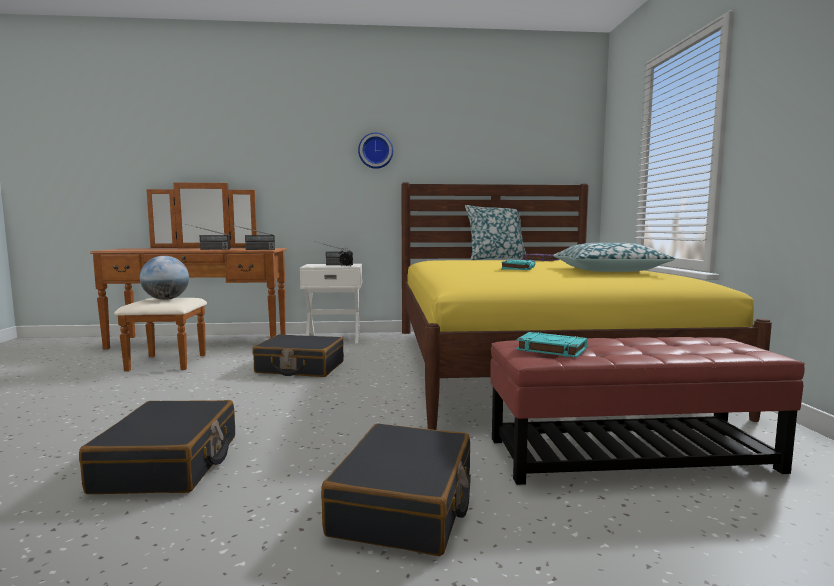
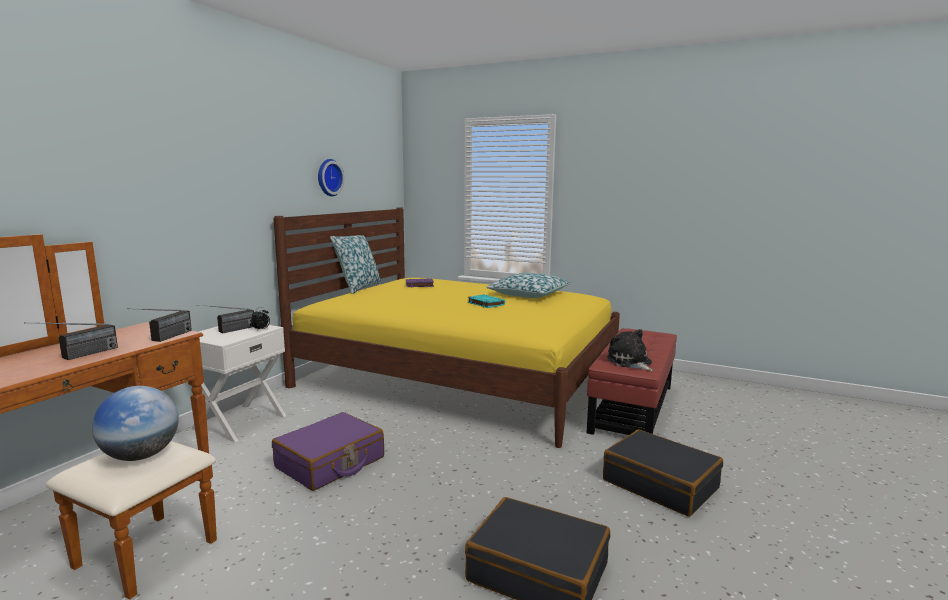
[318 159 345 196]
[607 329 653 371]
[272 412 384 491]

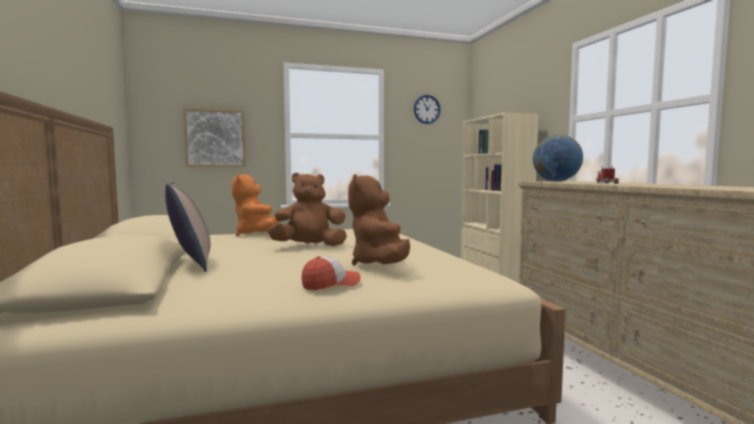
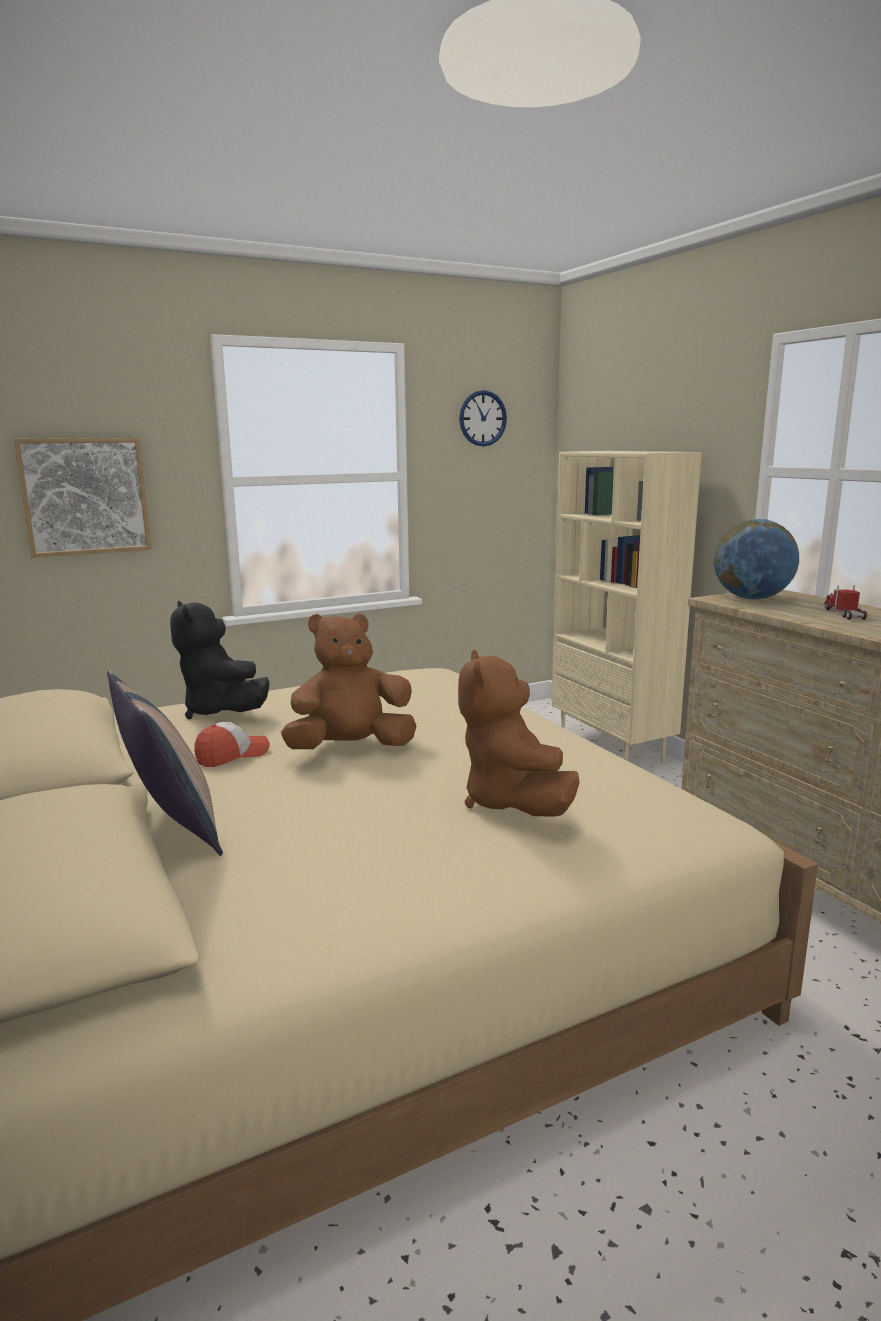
[194 722 270 767]
[170 601 269 719]

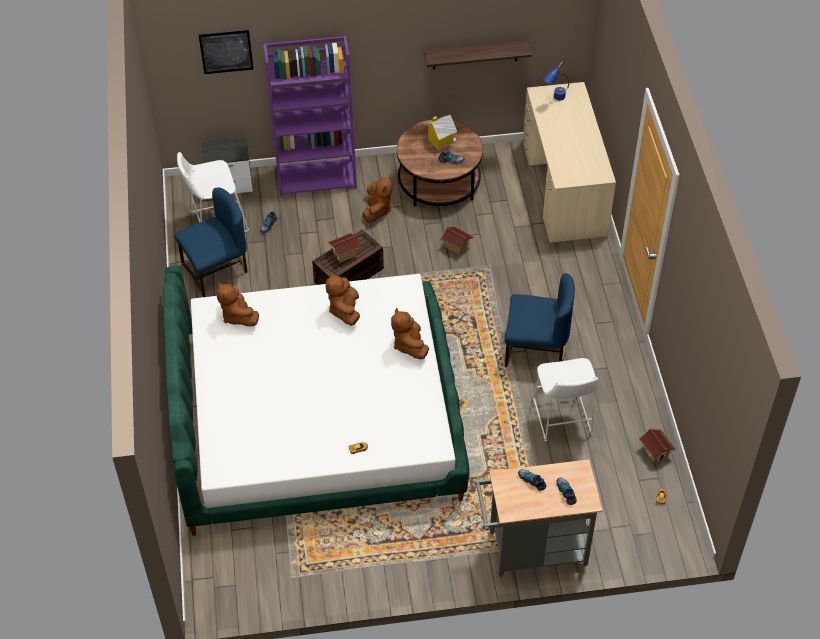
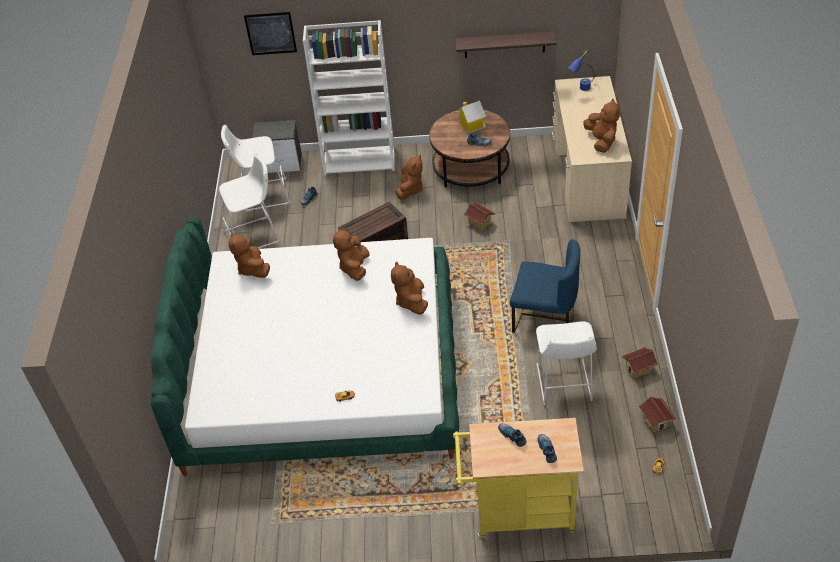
[584 98 620 153]
[622 347 658 379]
[219 154 280 249]
[303 20 395 175]
[453 418 584 538]

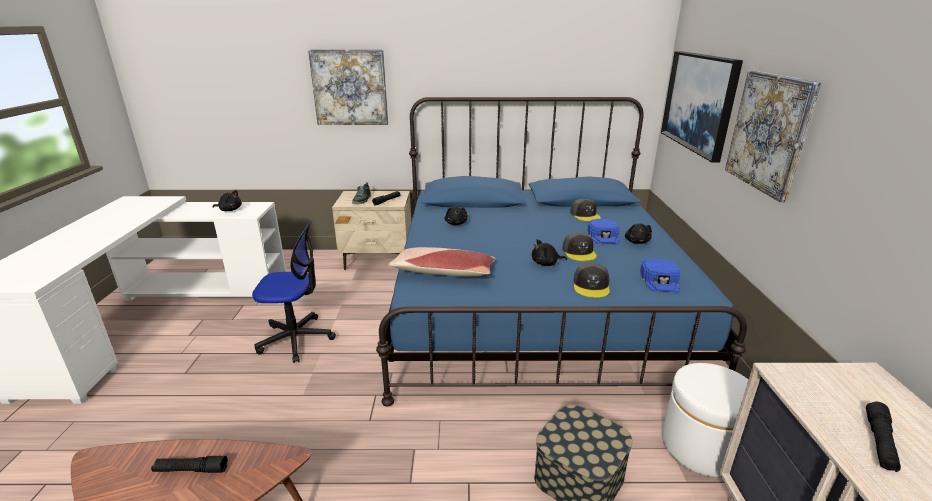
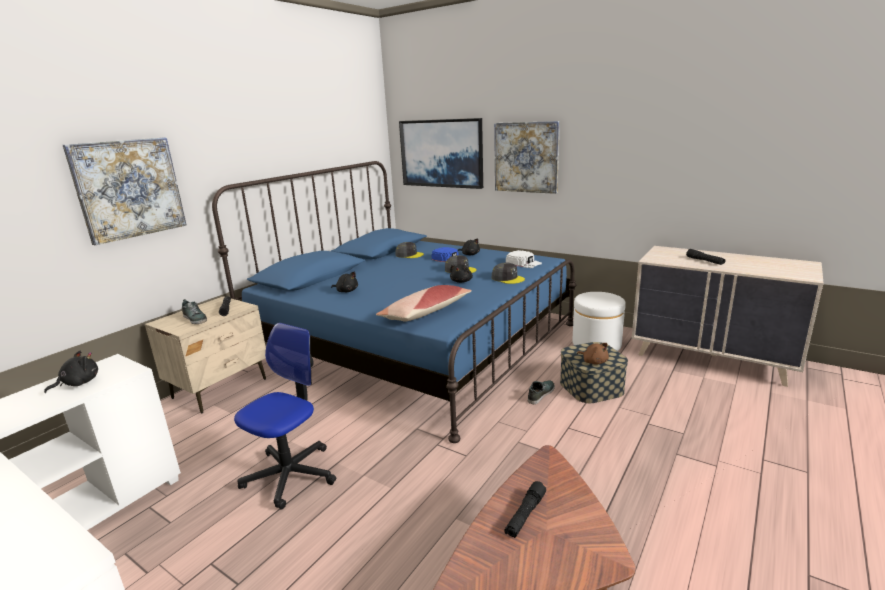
[528 380 555 404]
[577 343 609 365]
[506 250 542 268]

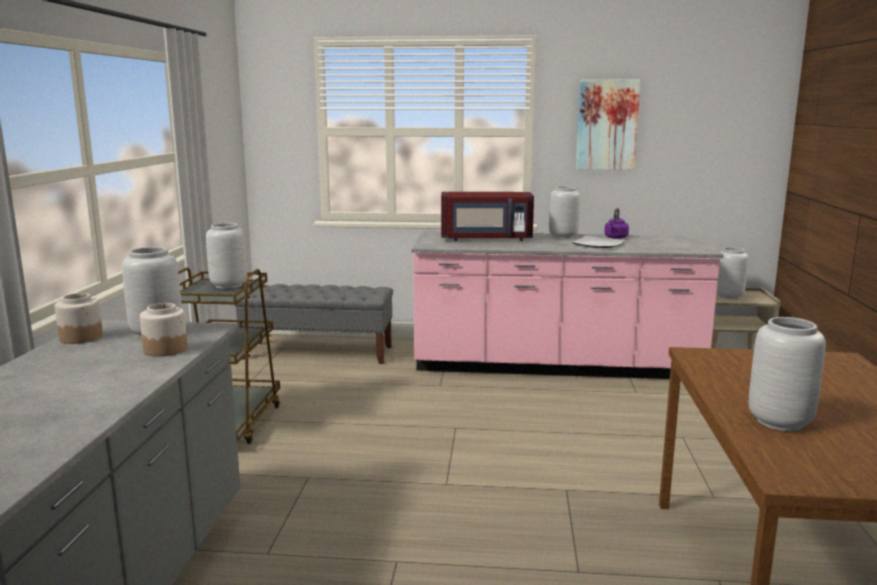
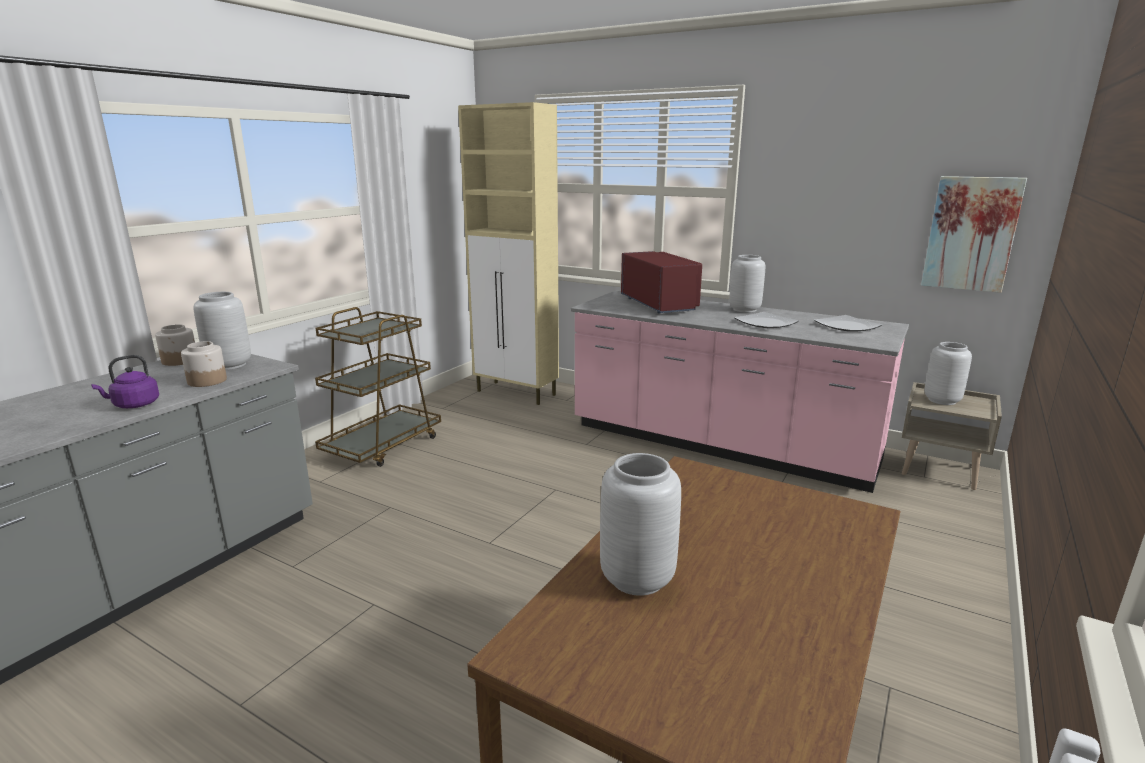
[206 223 247 289] (first image)
[814 315 882 332]
[921 176 1027 293]
[91 355 159 408]
[458 102 559 405]
[621 251 702 313]

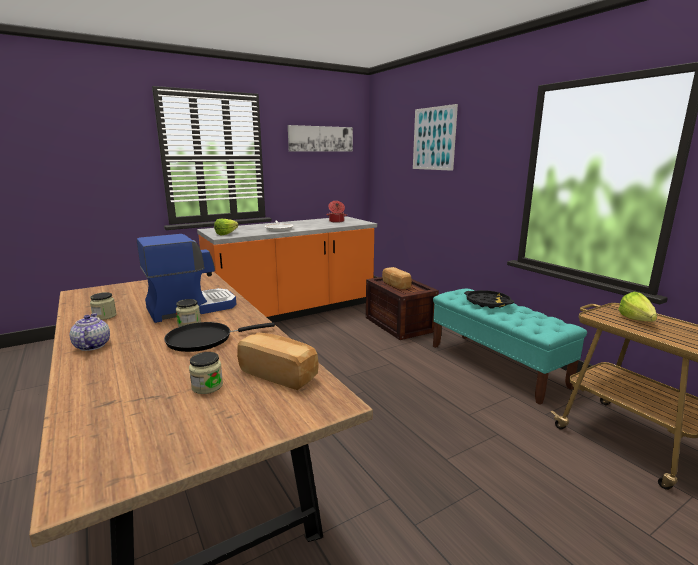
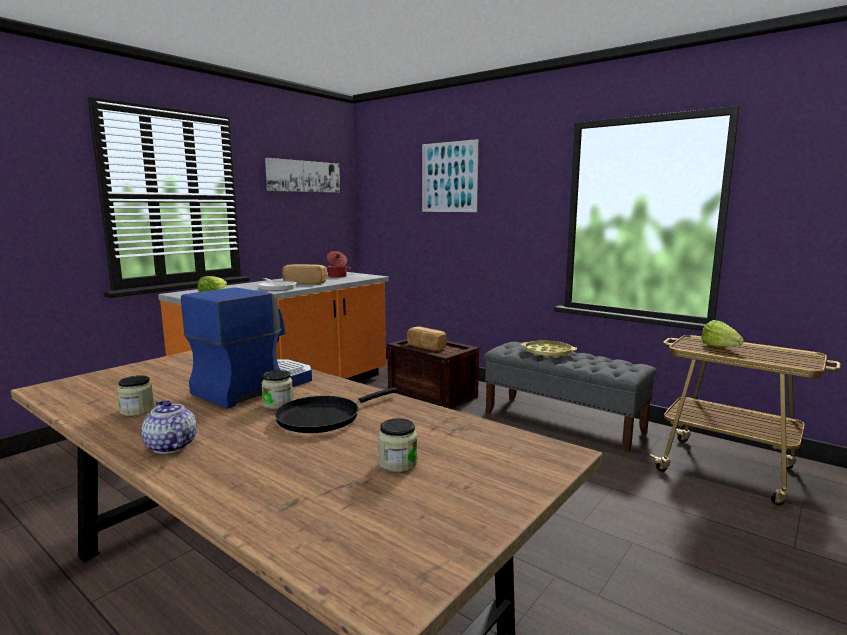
[282 264 328 284]
[484 342 657 453]
[521 340 577 358]

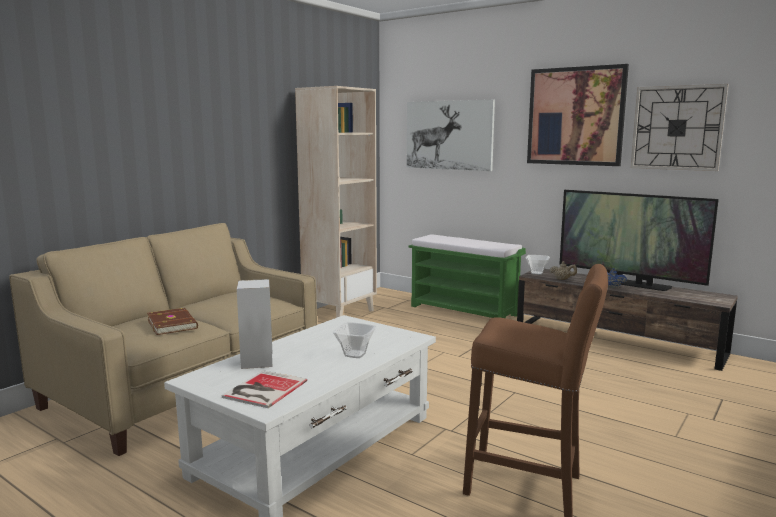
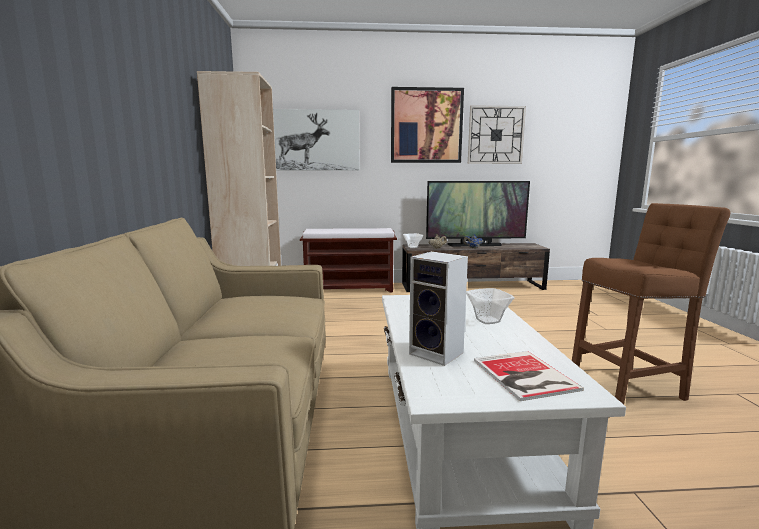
[147 308 198 335] (first image)
[300 228 397 292]

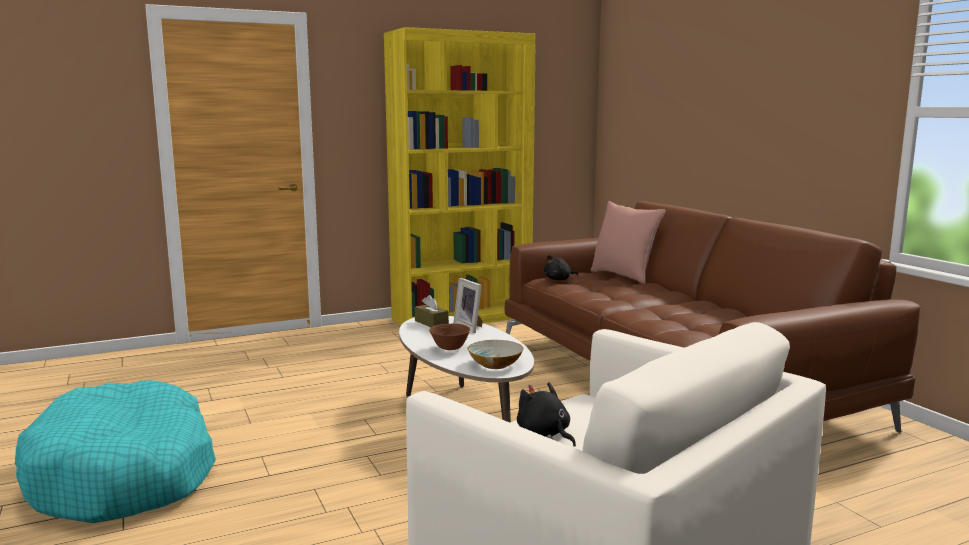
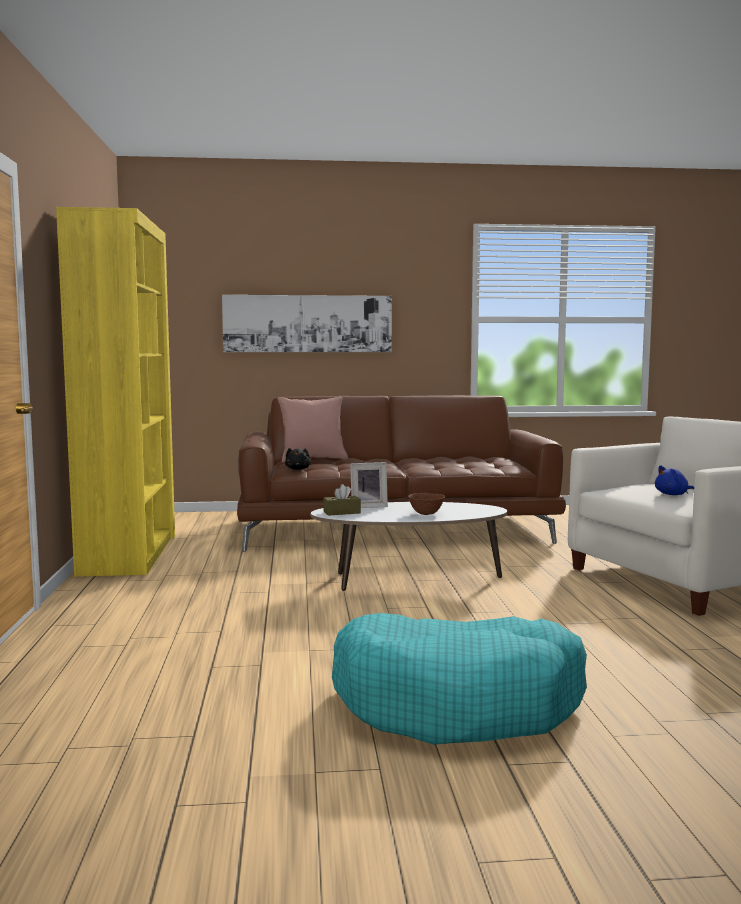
[468 340 524 369] (first image)
[222 295 392 352]
[655 466 694 495]

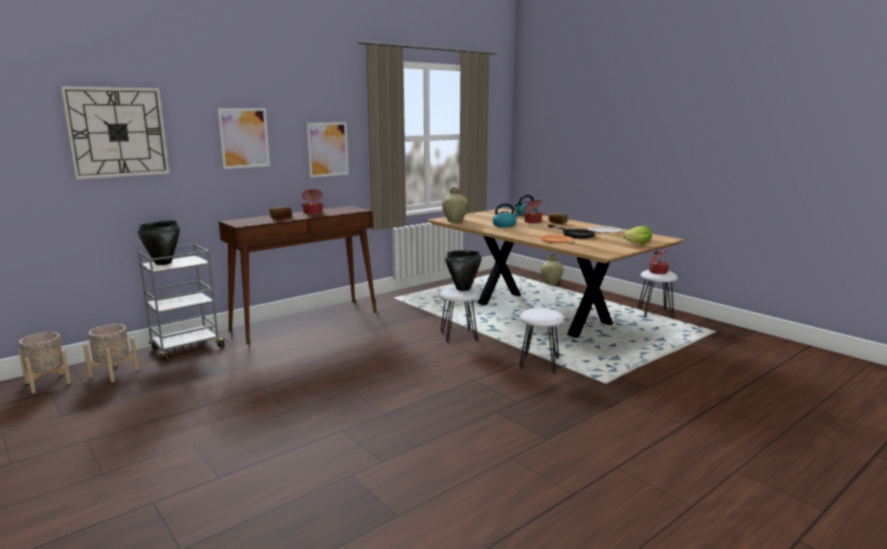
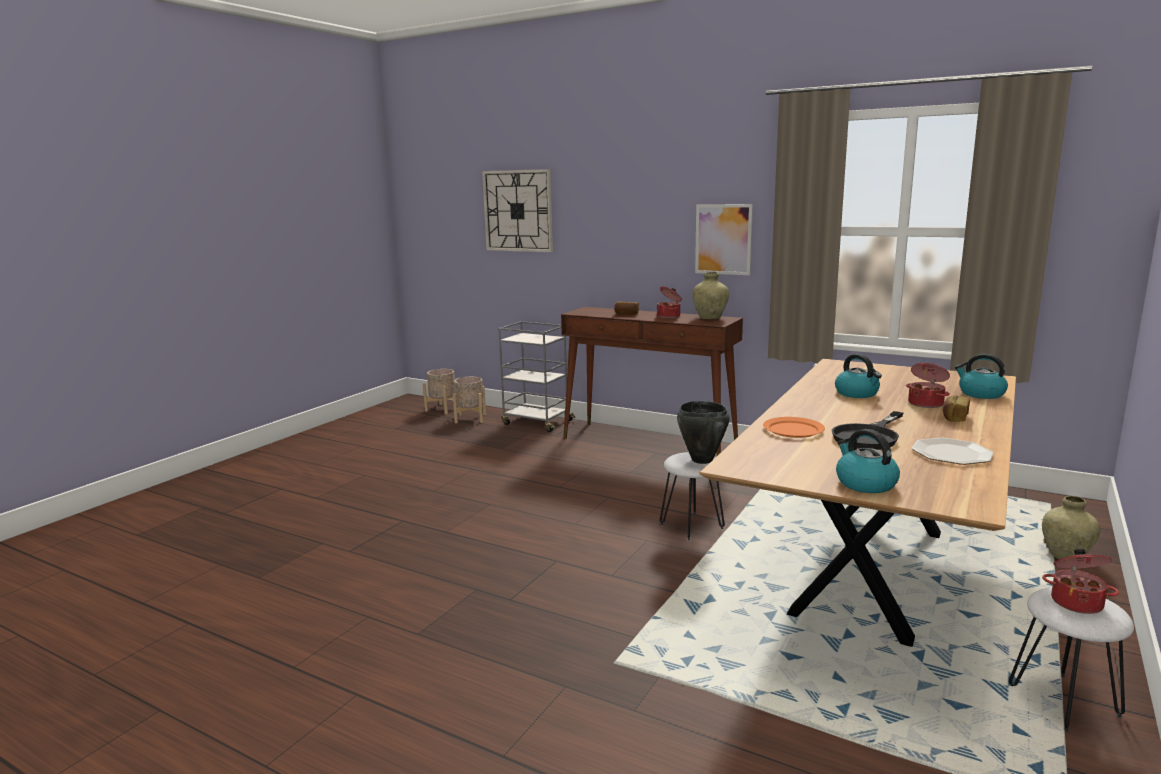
[138 220 180 265] (first image)
[217 108 270 169] (first image)
[519 308 564 373] (first image)
[692 272 729 319]
[836 429 900 493]

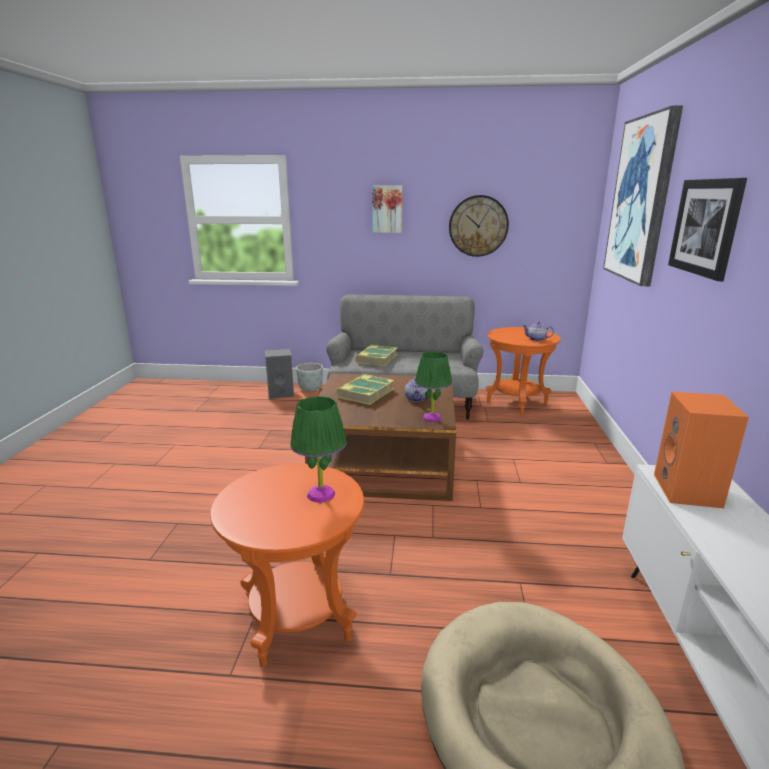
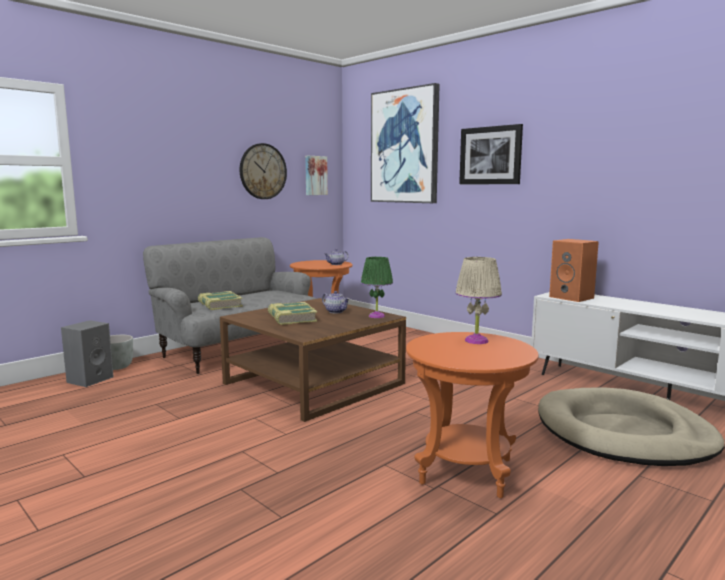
[305 156 328 195]
[455 257 502 344]

